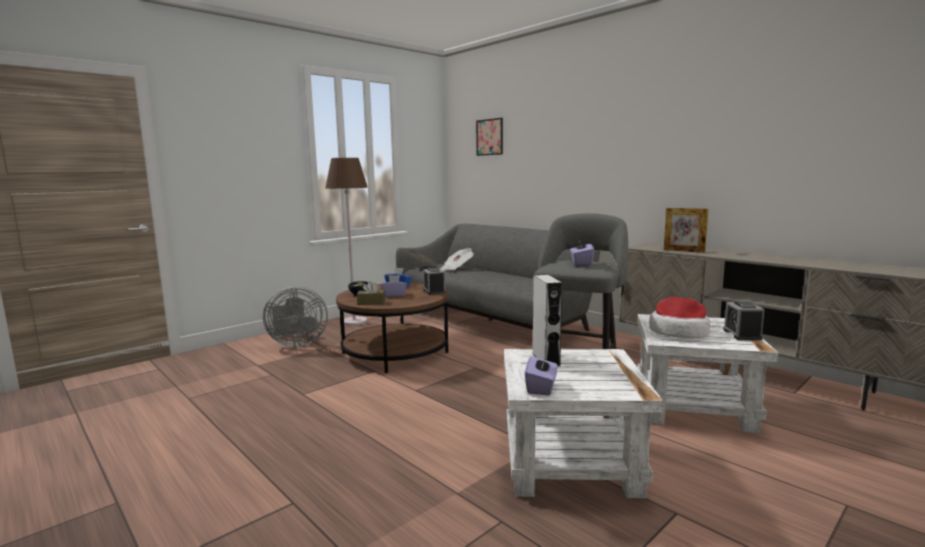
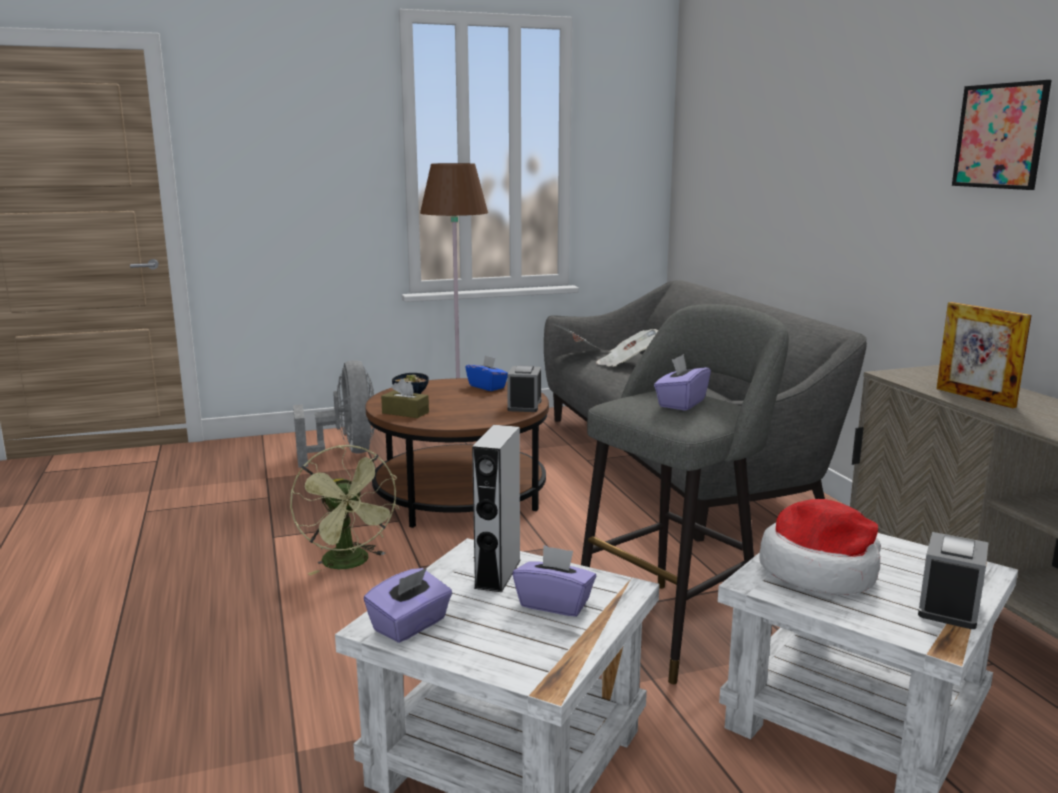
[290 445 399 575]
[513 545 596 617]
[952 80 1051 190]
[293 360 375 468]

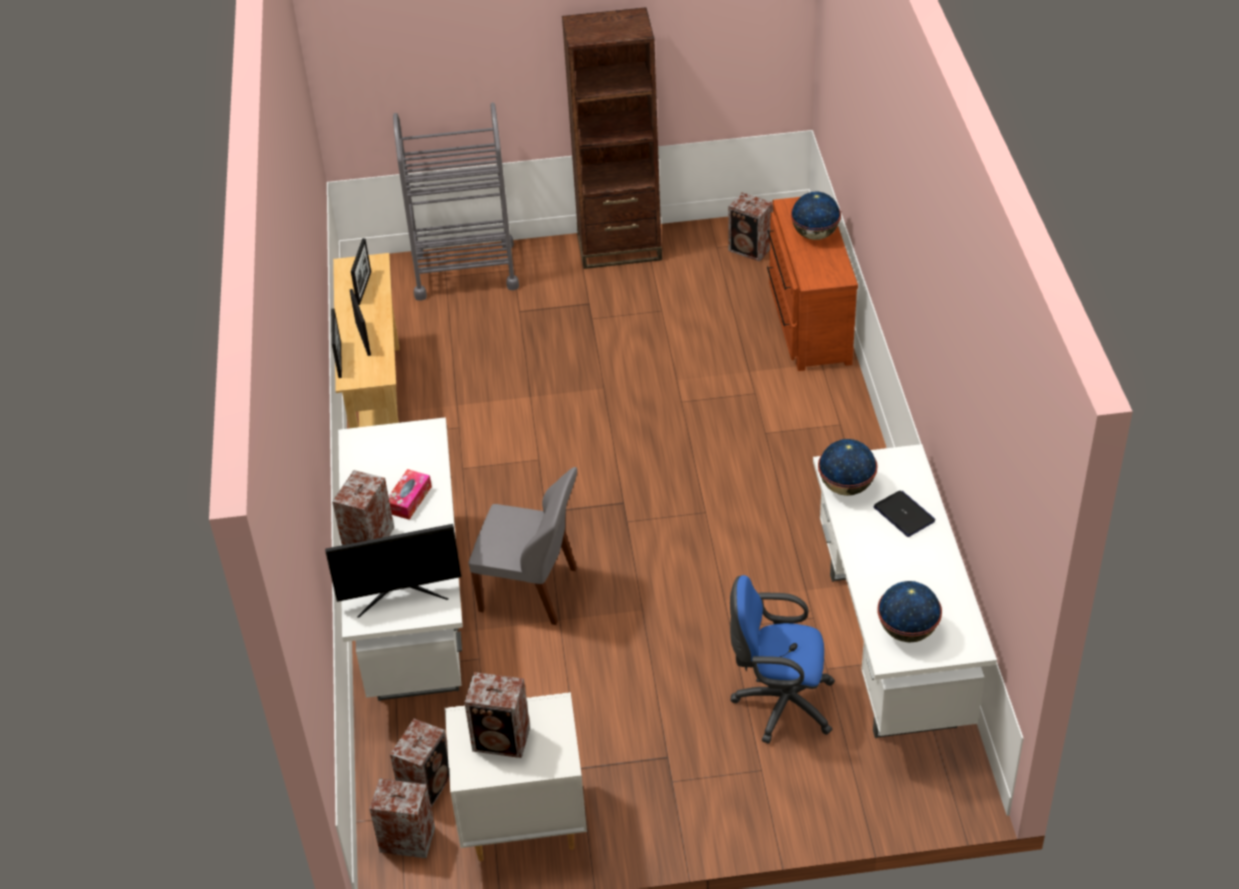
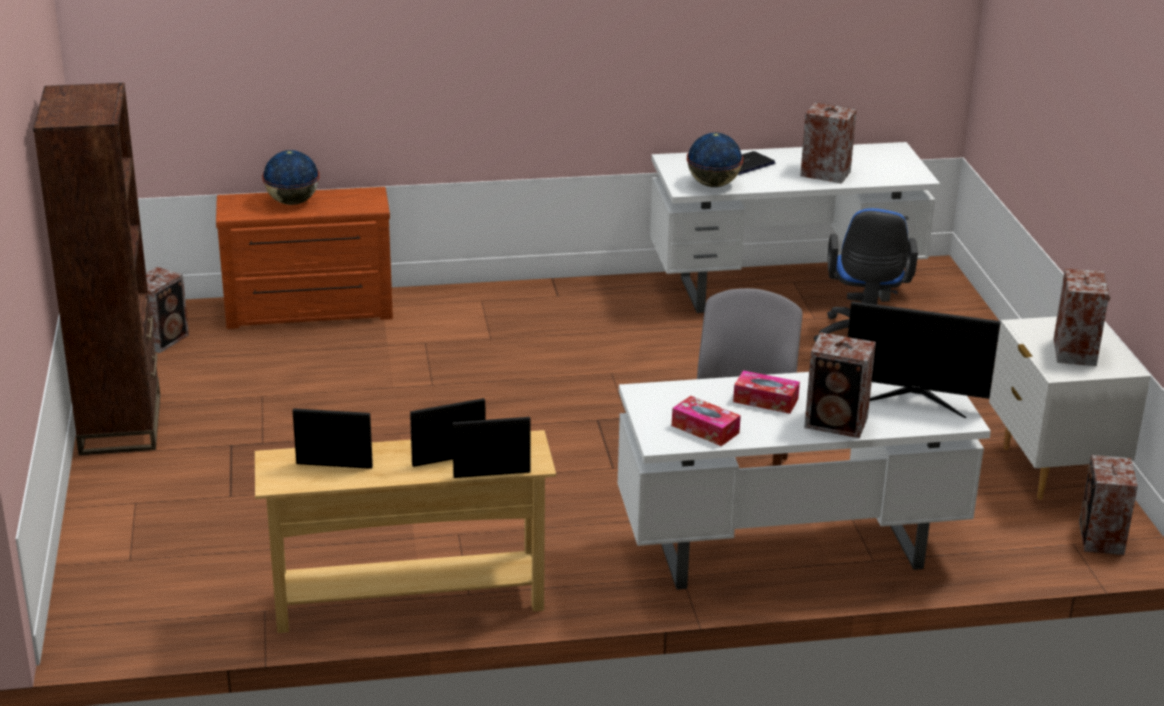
[393 102 519 301] (first image)
[877 581 942 642] (first image)
[672 396 741 446]
[800 102 857 184]
[848 301 1001 418]

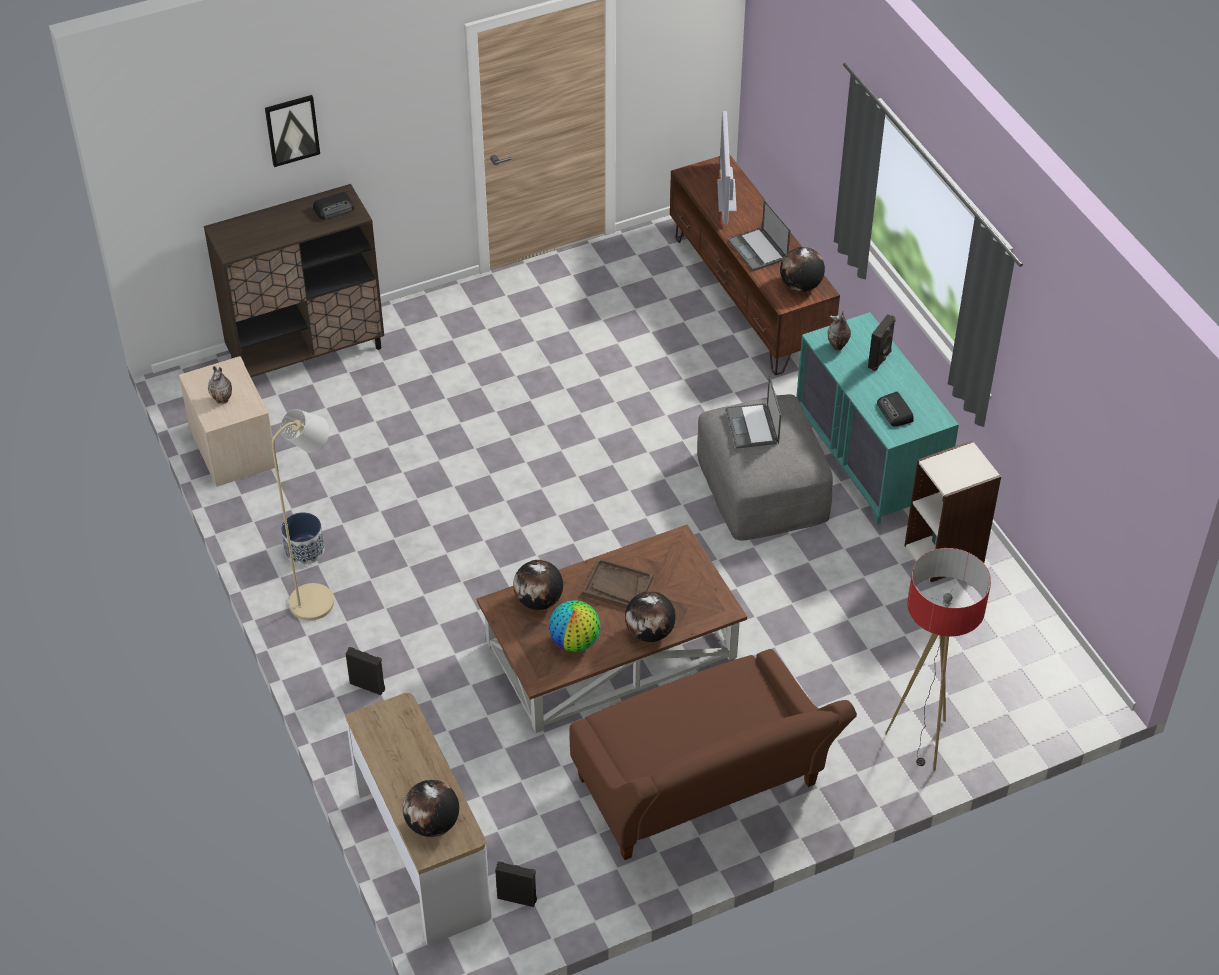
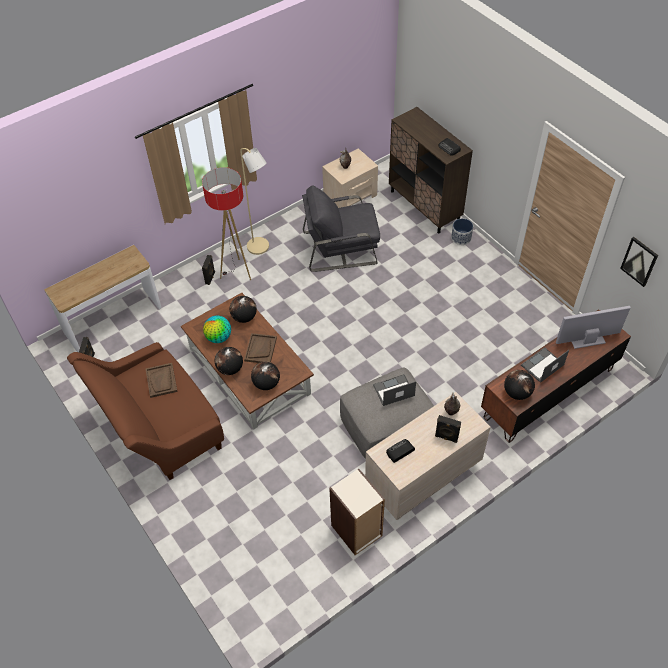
[146 363 178 398]
[302 185 380 272]
[620 237 658 287]
[451 218 473 245]
[251 362 280 390]
[202 167 251 280]
[365 392 491 520]

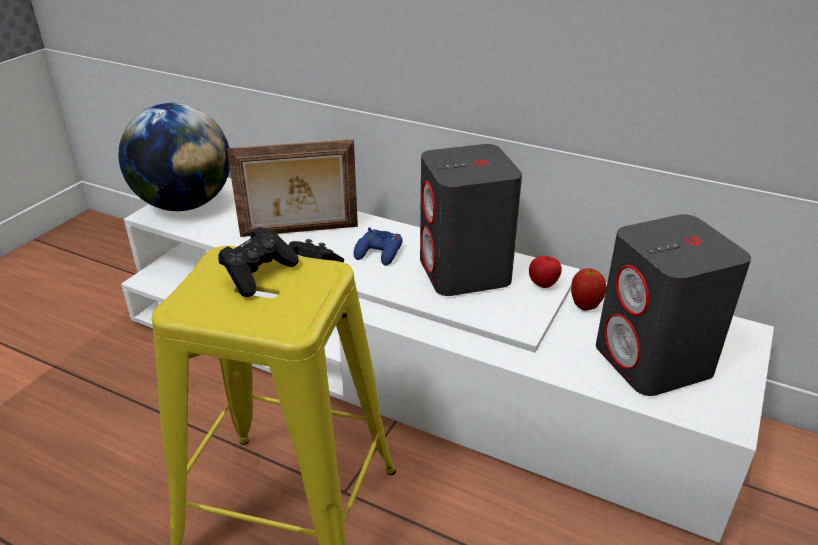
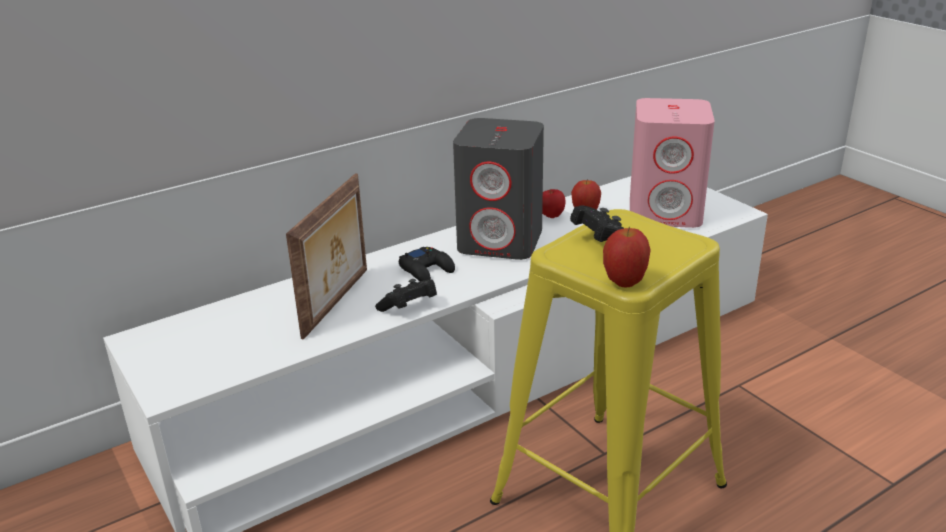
[118 103 230 211] (first image)
[603 227 651 288]
[399 247 455 281]
[630 98 715 228]

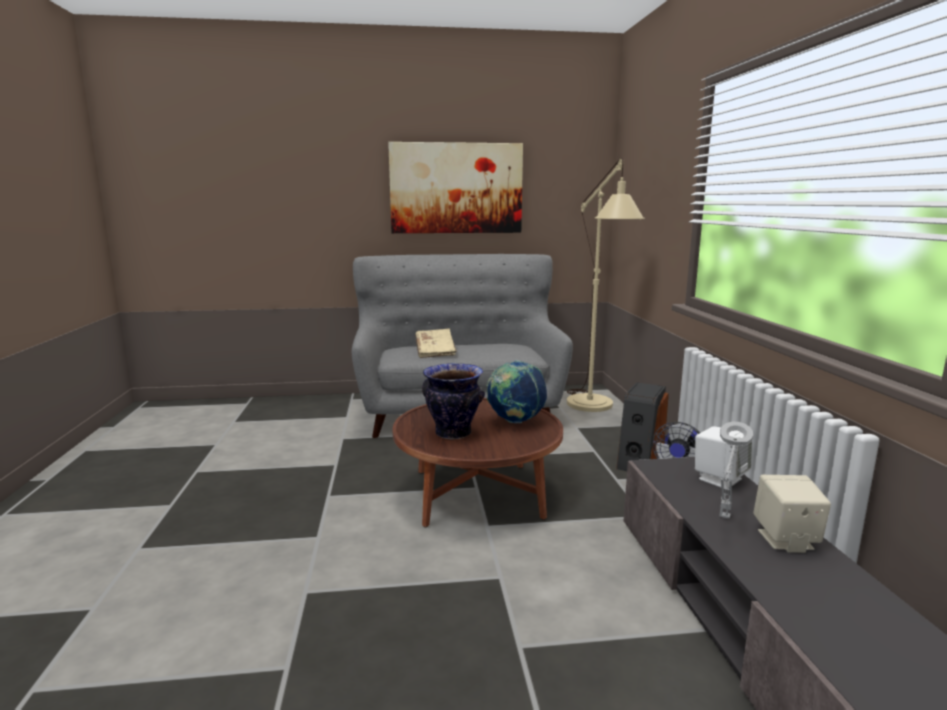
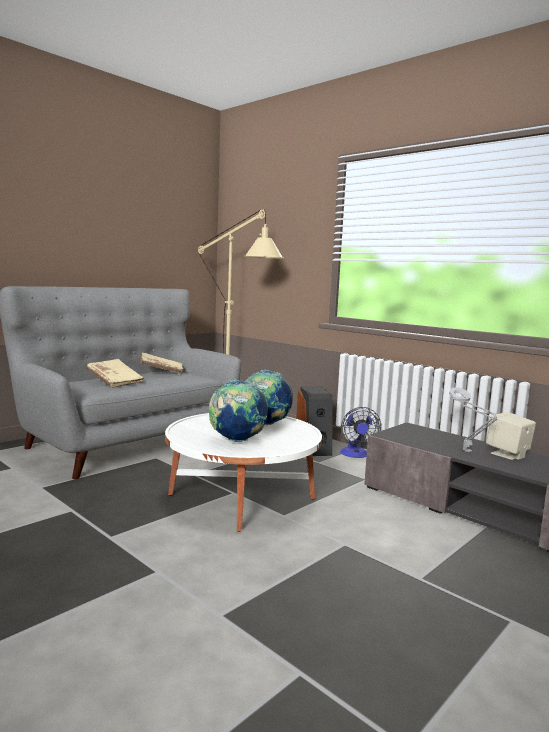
[388 142 523 233] (first image)
[695 426 752 489] (first image)
[140 353 183 374]
[209 380 268 442]
[165 413 322 532]

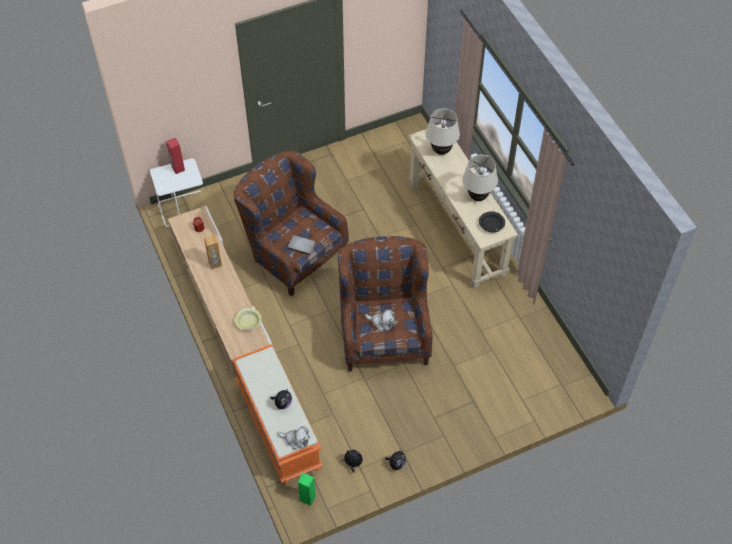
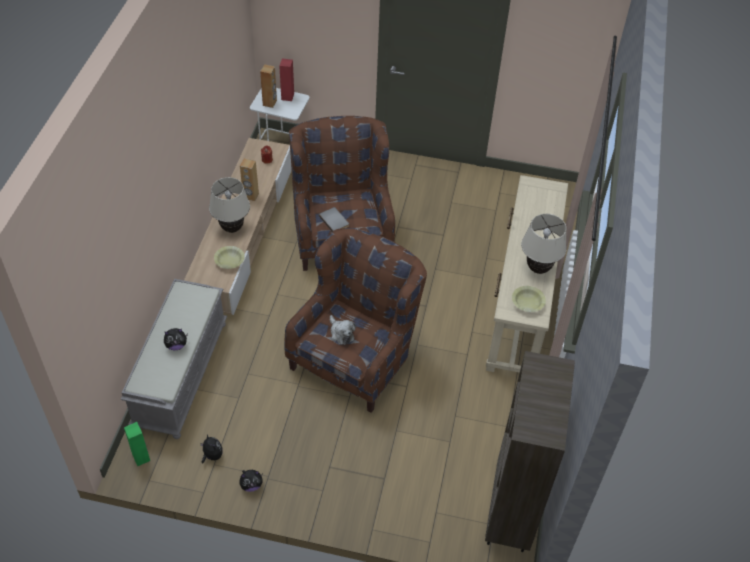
[278 426 310 450] (first image)
[260 64 277 108]
[485 351 575 552]
[209 177 250 233]
[121 279 227 439]
[512 286 546 312]

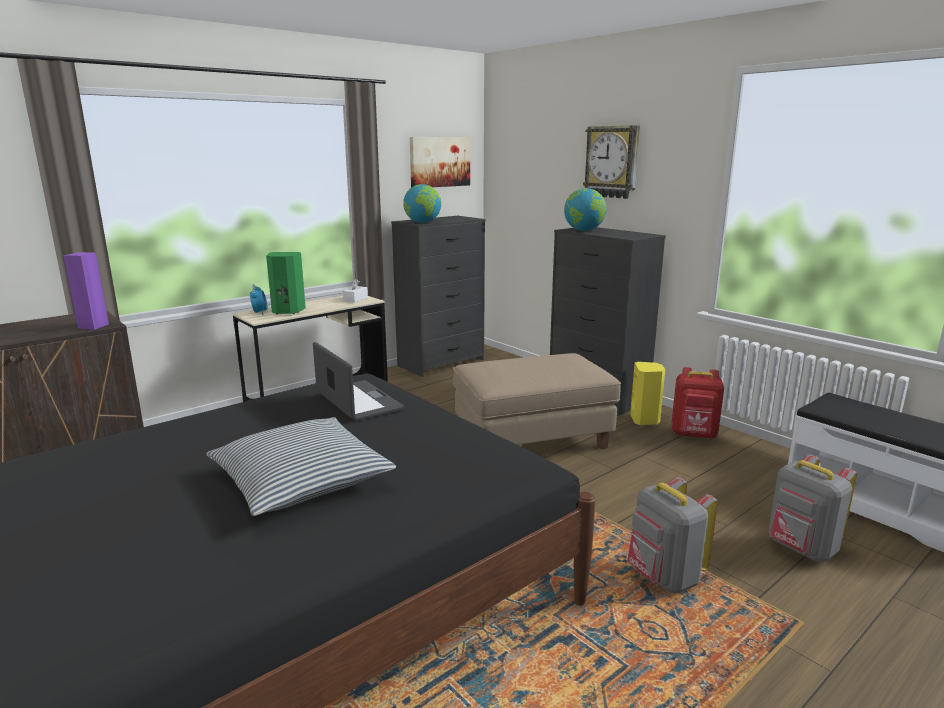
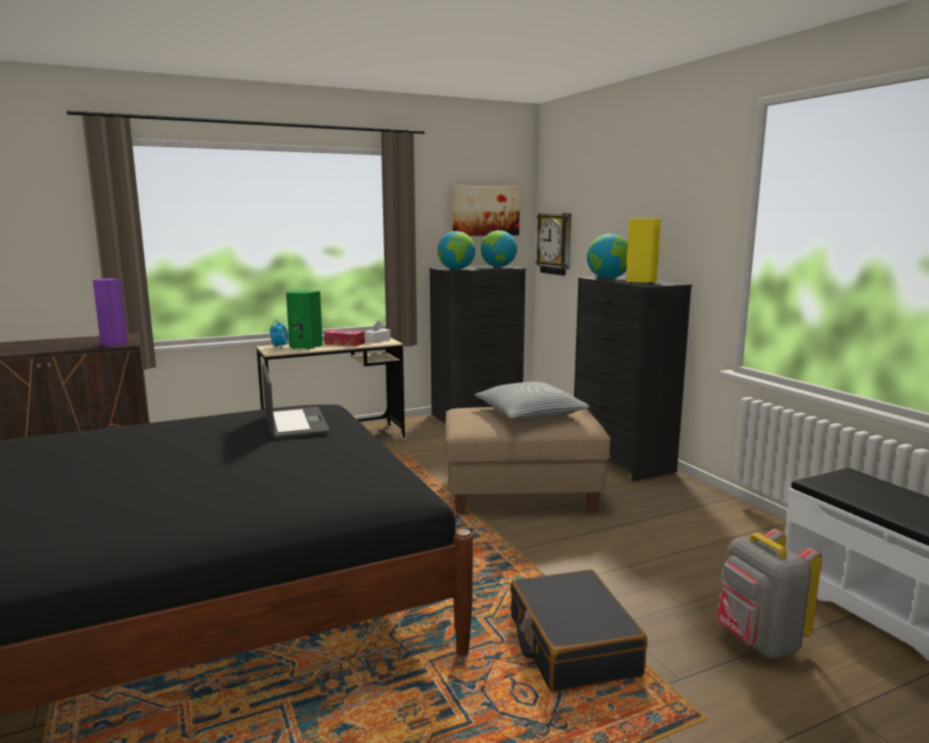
[672 367 724 439] (first image)
[324 330 365 347]
[481 230 517 267]
[475 382 590 421]
[536 213 571 276]
[626 219 661 284]
[510 569 648 692]

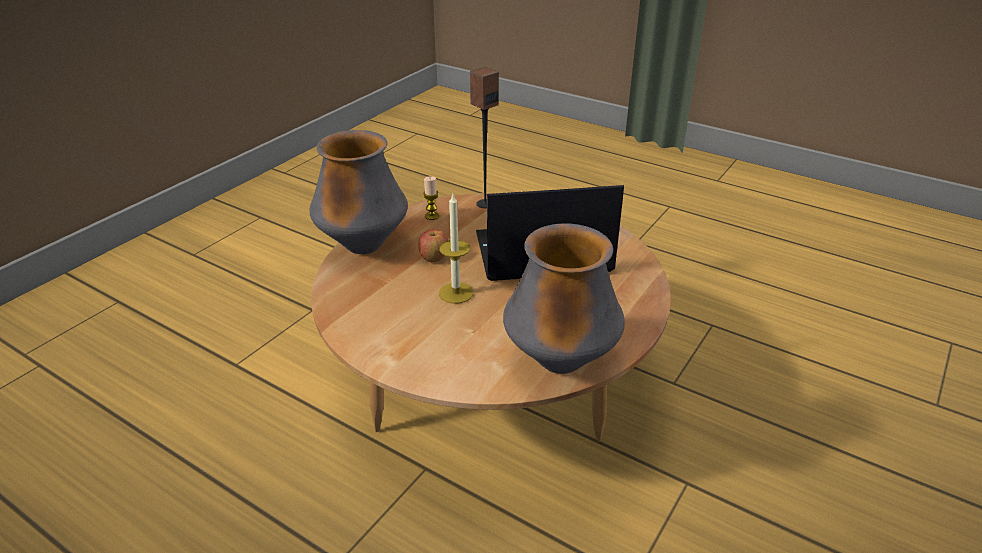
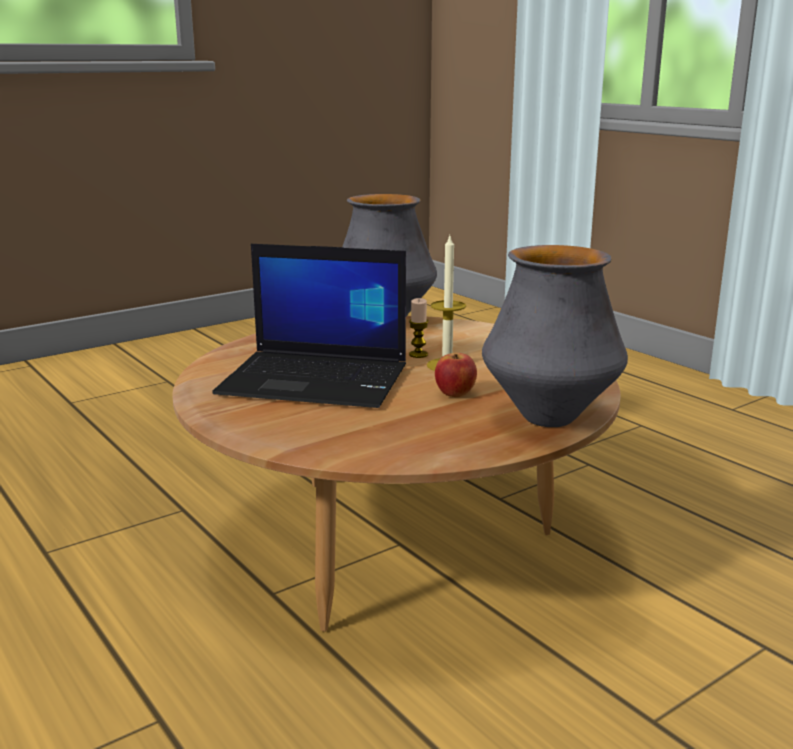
[470 67 499 208] (first image)
[409 298 429 358]

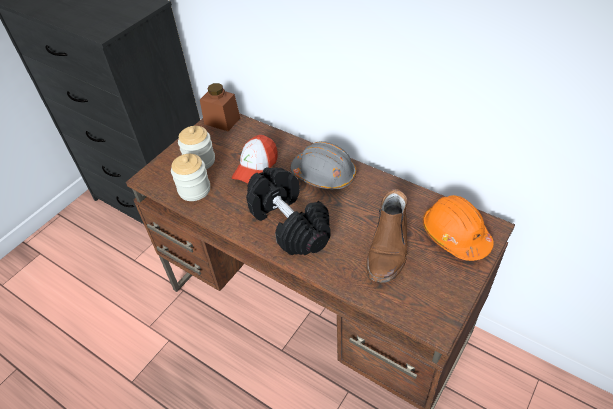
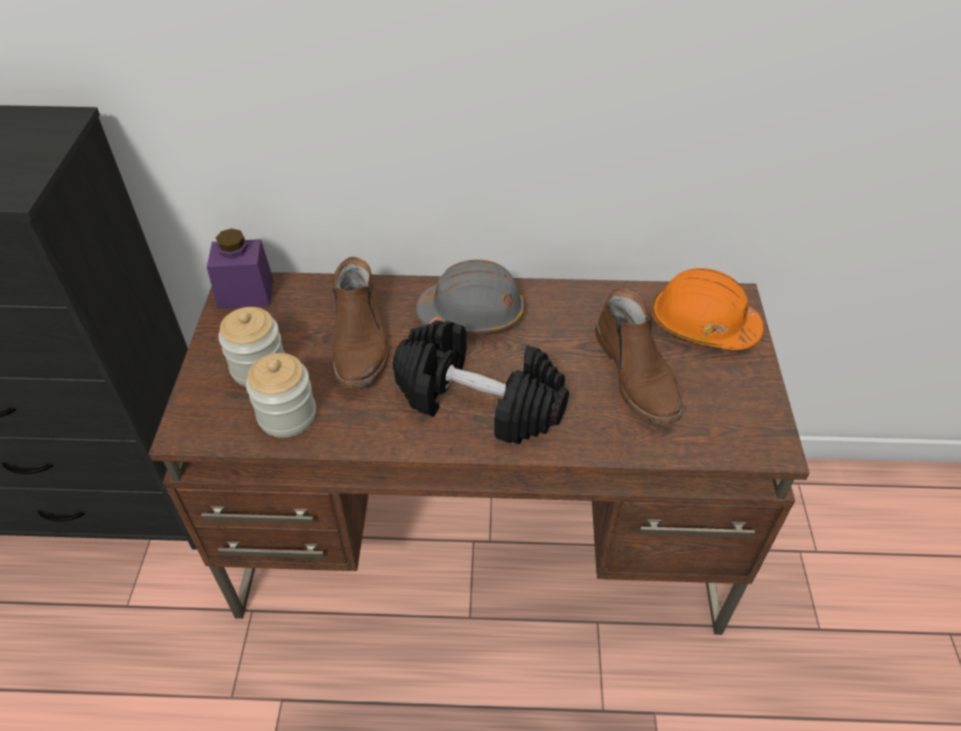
[332 257 389 388]
[207 228 273 309]

